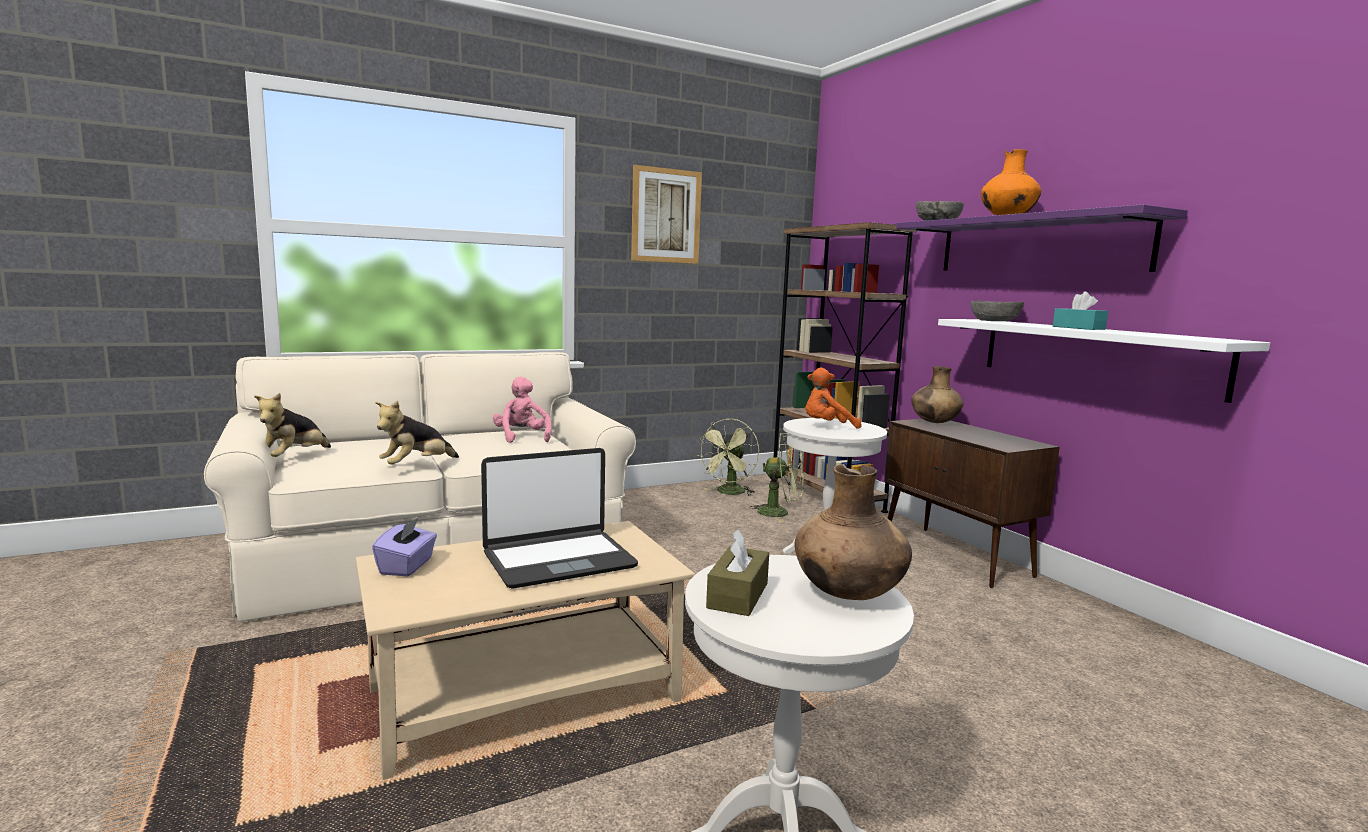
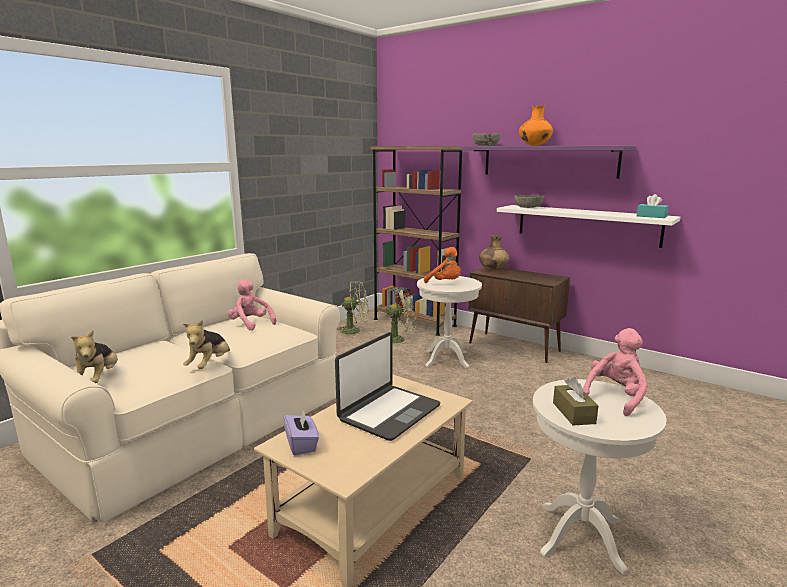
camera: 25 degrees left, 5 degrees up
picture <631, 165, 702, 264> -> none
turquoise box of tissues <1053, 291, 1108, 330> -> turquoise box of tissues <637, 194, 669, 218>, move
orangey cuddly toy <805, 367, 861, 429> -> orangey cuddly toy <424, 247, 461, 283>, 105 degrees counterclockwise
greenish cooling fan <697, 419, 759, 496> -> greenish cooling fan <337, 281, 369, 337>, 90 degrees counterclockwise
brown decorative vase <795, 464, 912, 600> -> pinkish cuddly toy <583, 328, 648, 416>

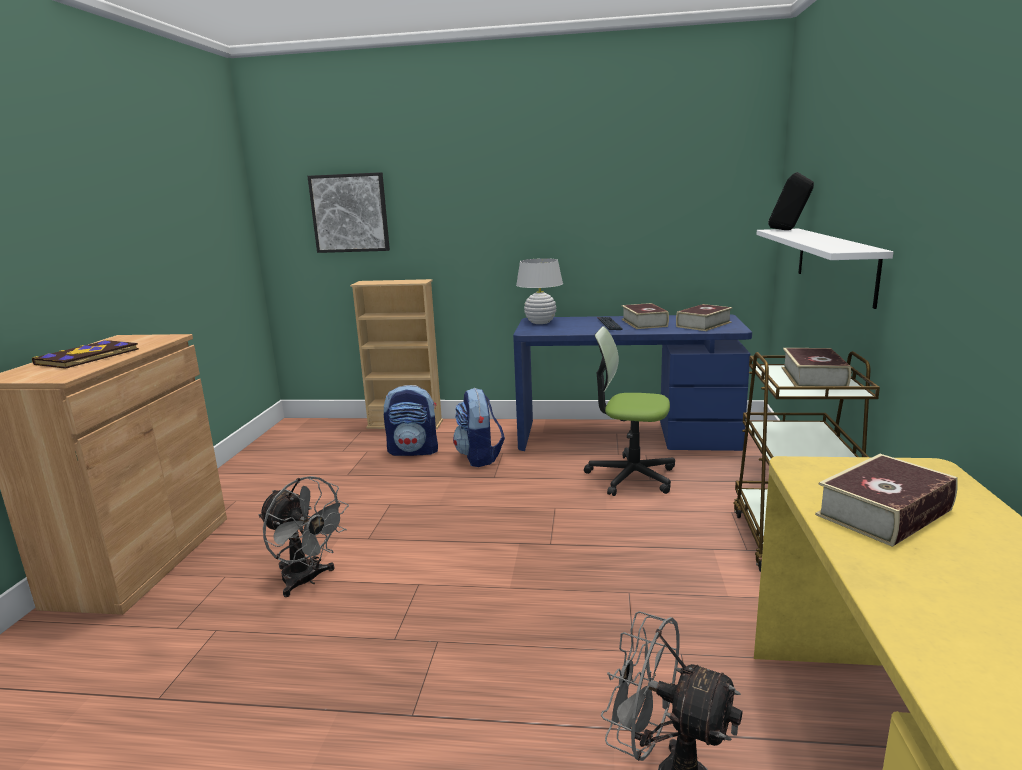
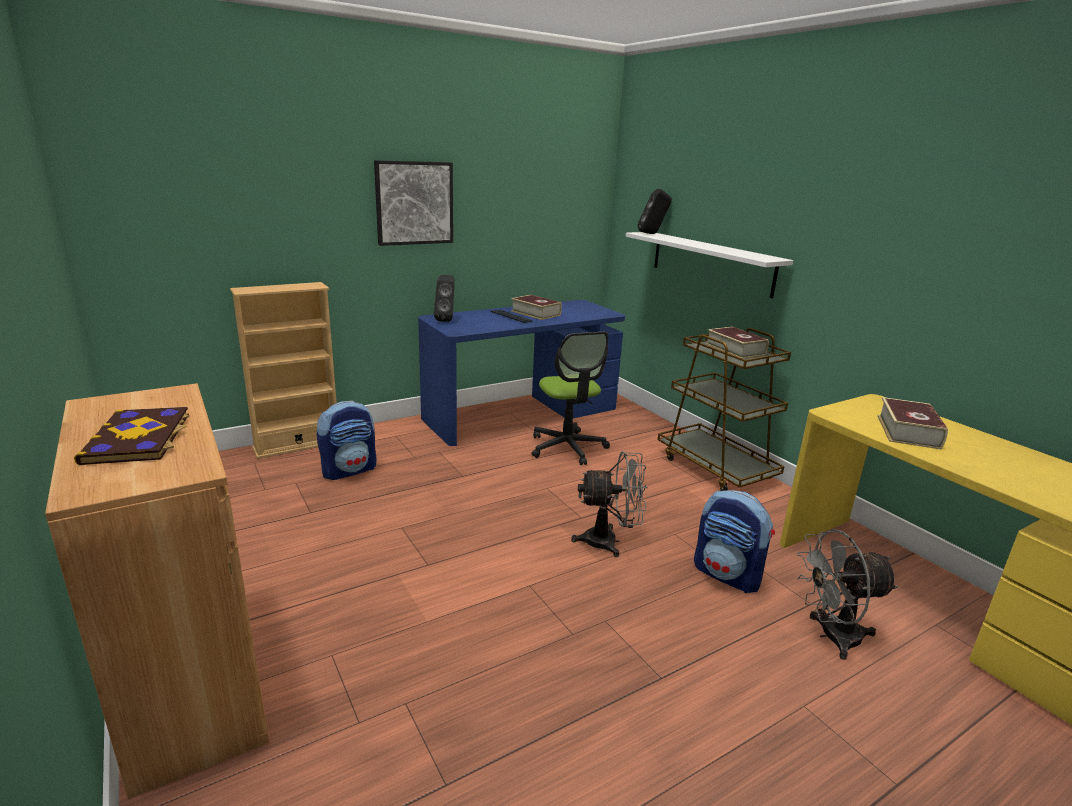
camera: 40 degrees left, 5 degrees up
picture <308, 172, 390, 253> -> picture <374, 160, 453, 246>, move
white-coloured table lamp <516, 258, 563, 324> -> black speaker <434, 275, 455, 322>
book <676, 304, 732, 331> -> none
desk chair <584, 326, 675, 496> -> desk chair <531, 332, 610, 465>, 90 degrees counterclockwise
rucksack <453, 388, 505, 467> -> rucksack <694, 490, 775, 593>, move
greyish cooling fan <259, 476, 349, 597> -> greyish cooling fan <571, 451, 648, 557>, move

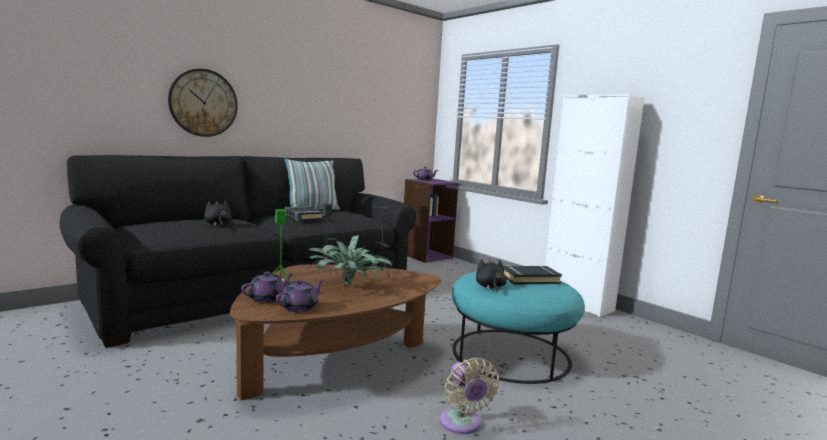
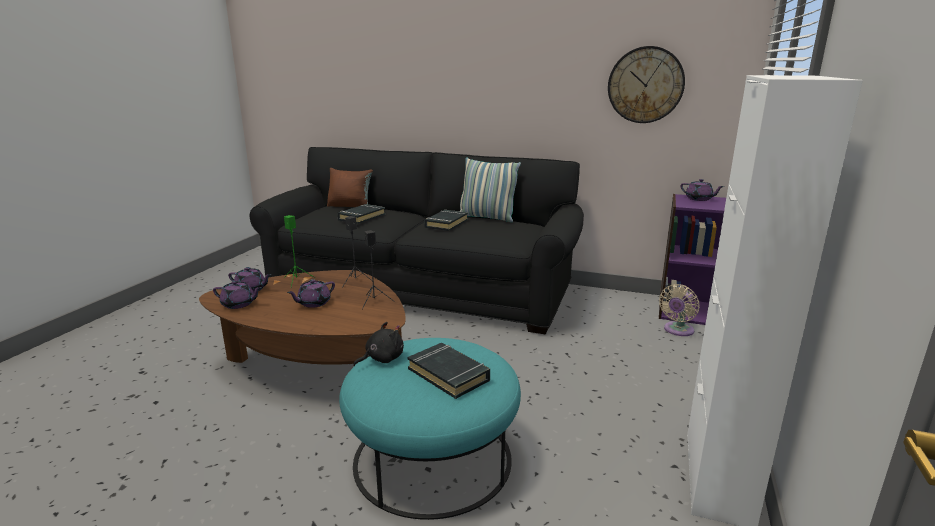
camera: 60 degrees right, 10 degrees up
clock on the wall <168, 69, 238, 137> -> clock on the wall <608, 46, 685, 123>, move
black cuddly toy <204, 201, 232, 227> -> black book <337, 204, 385, 224>
houseplant <308, 235, 392, 286> -> purplish teapot <287, 279, 335, 308>
sand-coloured cooling fan <440, 358, 499, 434> -> sand-coloured cooling fan <659, 284, 699, 336>, move
none -> brown throw pillow <327, 168, 373, 207>

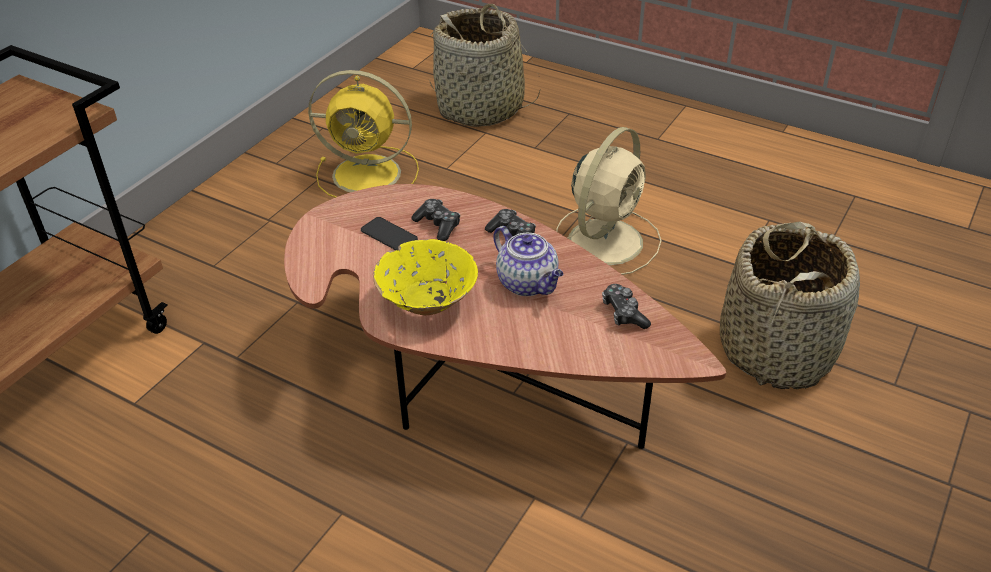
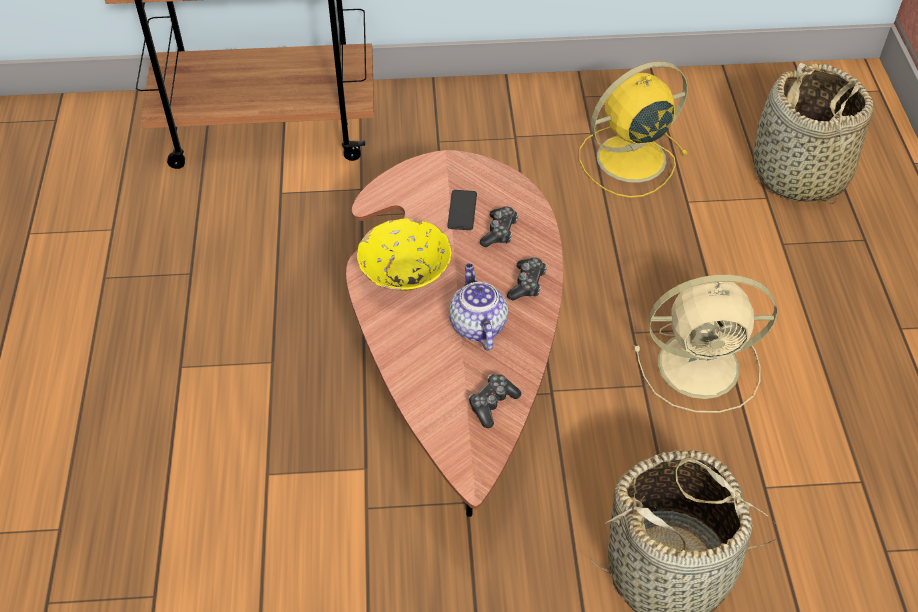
camera: 55 degrees right, 10 degrees up
yellowish cooling fan <308, 70, 419, 198> -> yellowish cooling fan <579, 61, 688, 198>, 90 degrees clockwise
teapot <493, 226, 563, 296> -> teapot <449, 263, 508, 350>, 150 degrees clockwise

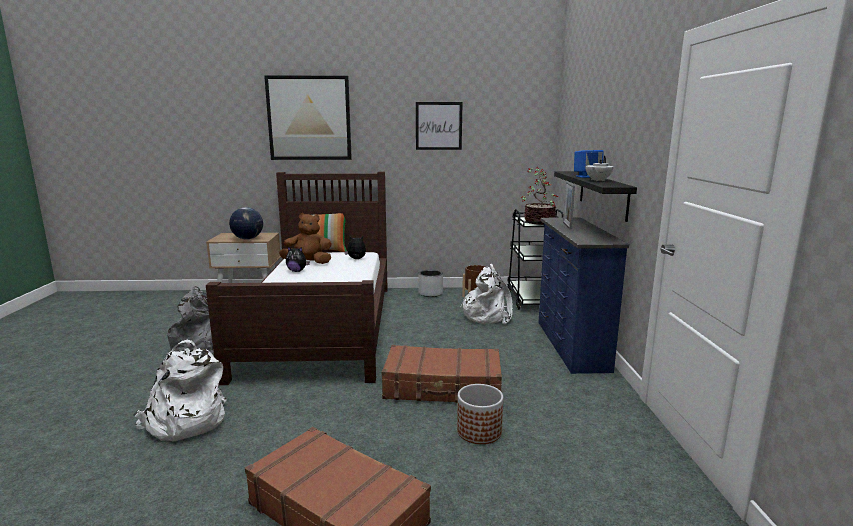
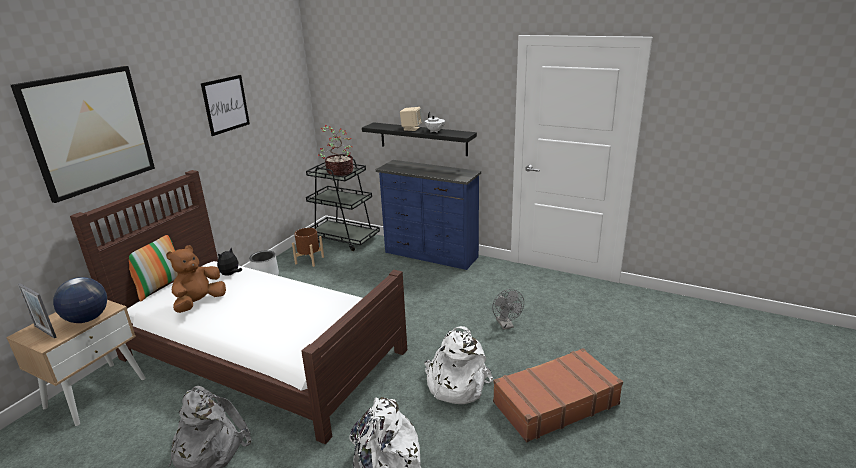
camera: 60 degrees left, 10 degrees up
blue-coloured speaker <574, 150, 604, 178> -> sand-coloured speaker <400, 107, 422, 131>
standing frame <563, 181, 575, 230> -> standing frame <18, 283, 57, 339>, move
cuddly toy <286, 246, 310, 272> -> none
white-coloured rucksack <460, 264, 513, 324> -> white-coloured rucksack <424, 326, 493, 404>, move
brown travel case <381, 345, 502, 403> -> none
plant pot <457, 384, 503, 444> -> greyish cooling fan <492, 289, 524, 330>

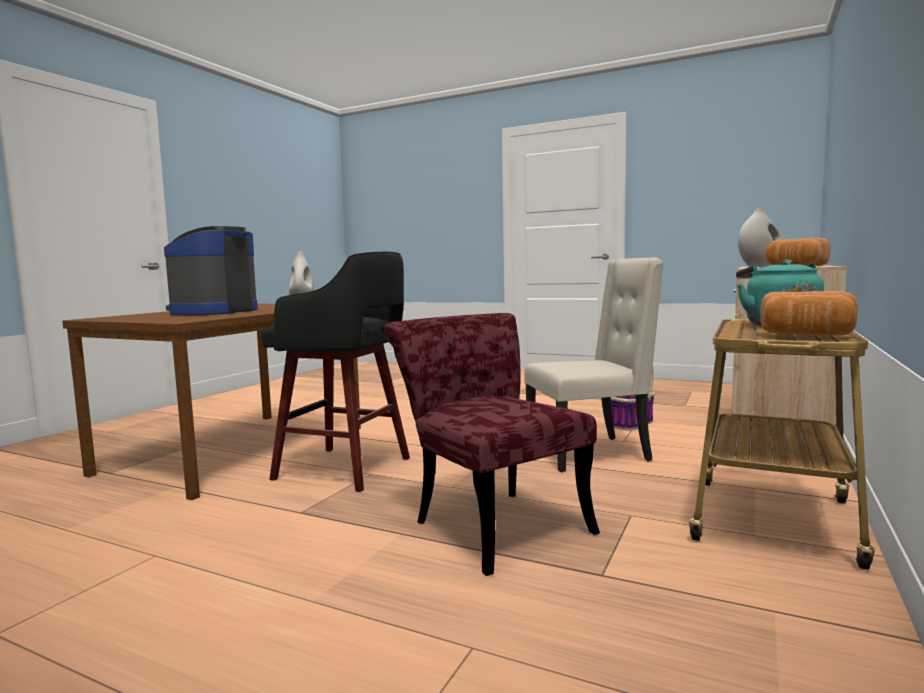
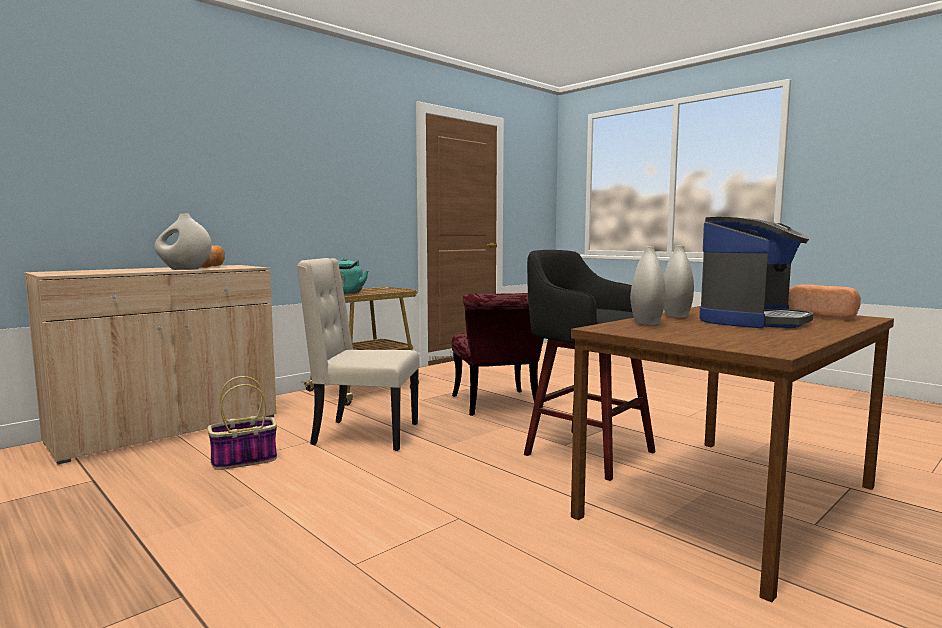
camera: 160 degrees left, 0 degrees up
baked bread <760, 291, 858, 335> -> baked bread <788, 284, 861, 319>, move
none -> white-coloured decorative vase <664, 246, 694, 317>

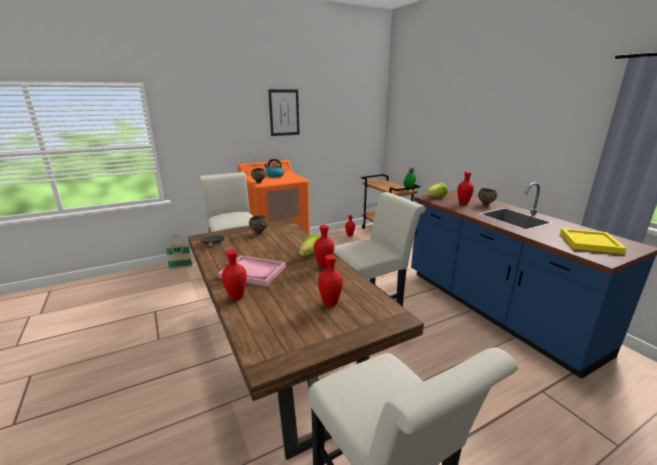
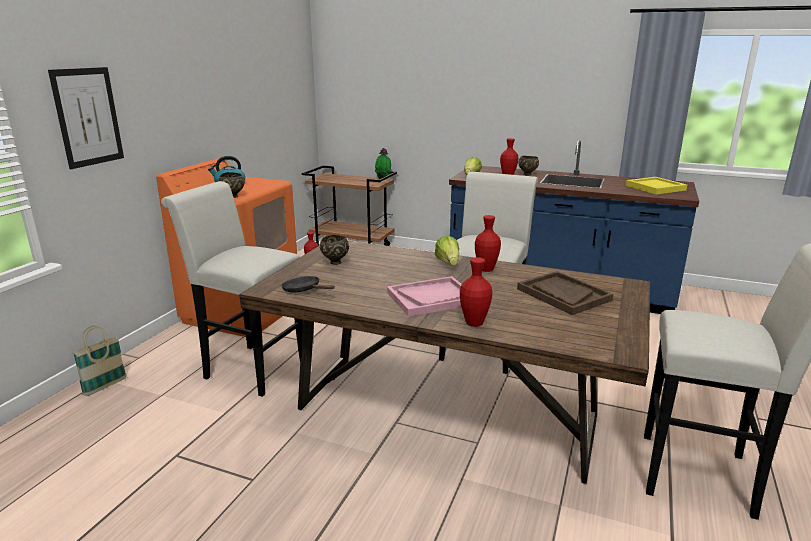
camera: 40 degrees left, 0 degrees up
picture <268, 89, 300, 136> -> picture <48, 67, 124, 169>, move
red-coloured decorative vase <318, 255, 343, 307> -> brown carrying tray <517, 271, 613, 315>

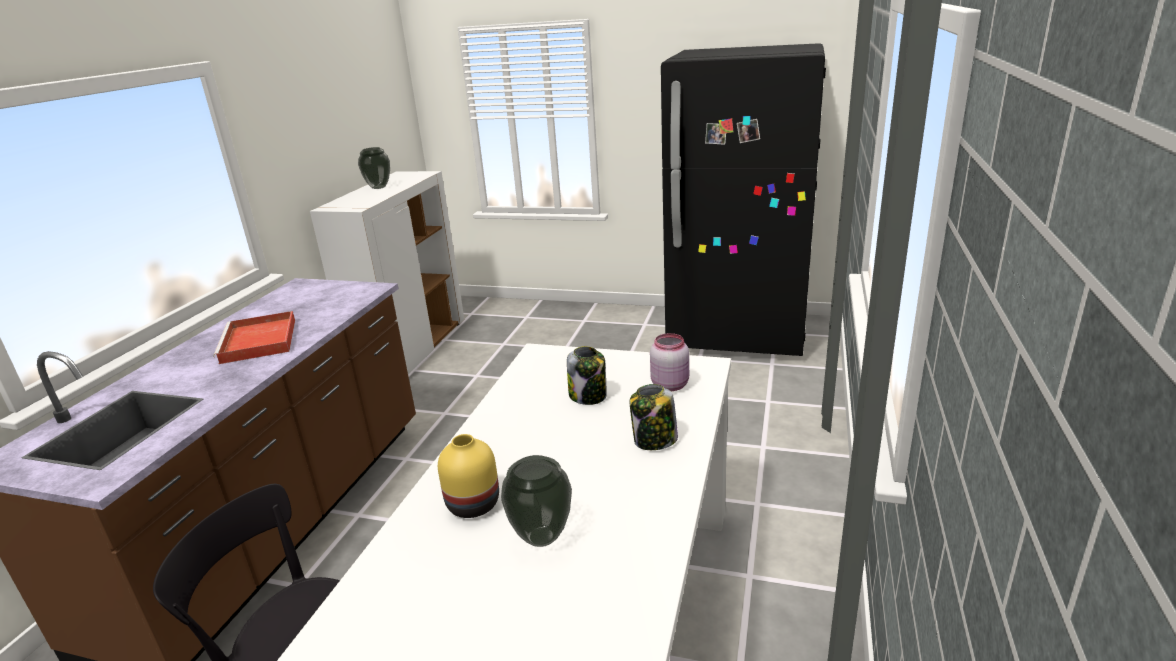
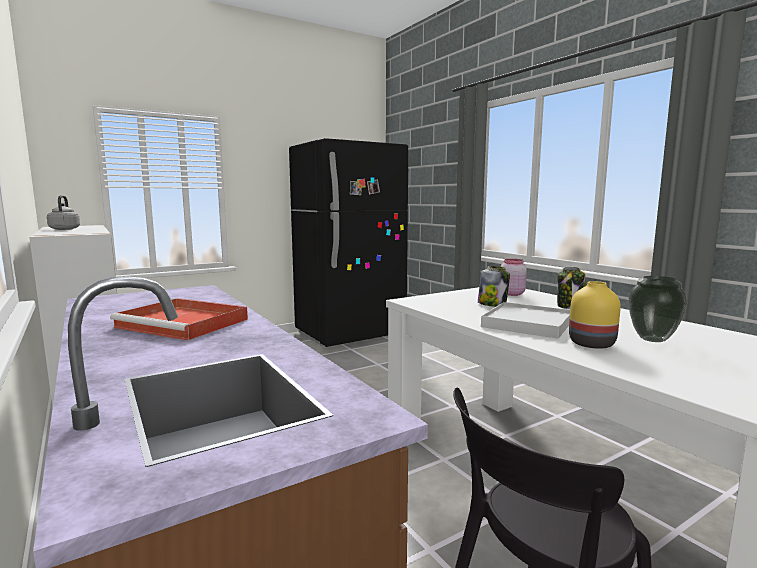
camera: 50 degrees left, 15 degrees down
decorative vase <358, 147, 390, 189> -> greyish water kettle <47, 195, 80, 230>
none -> white-coloured carrying tray <481, 302, 570, 339>

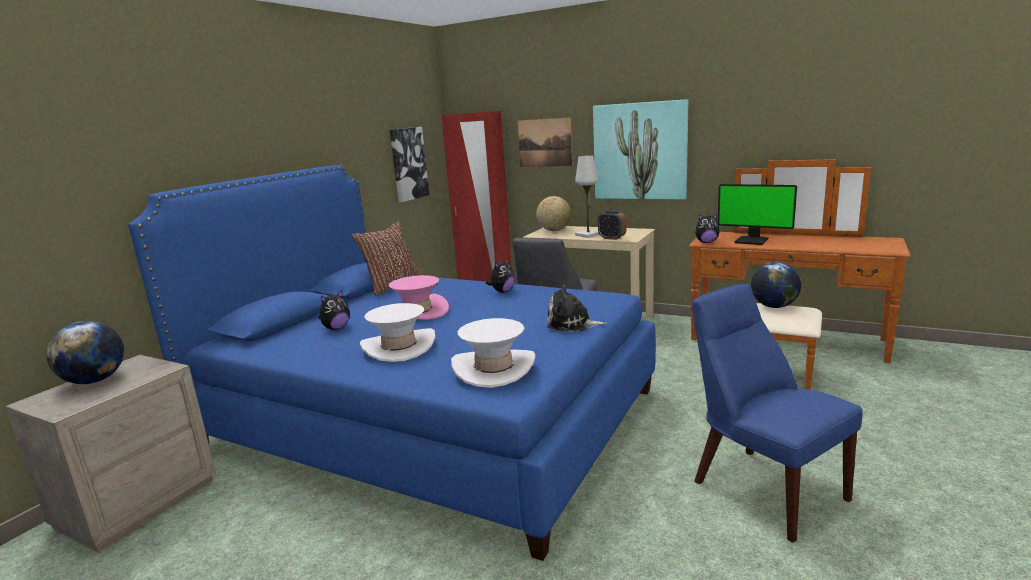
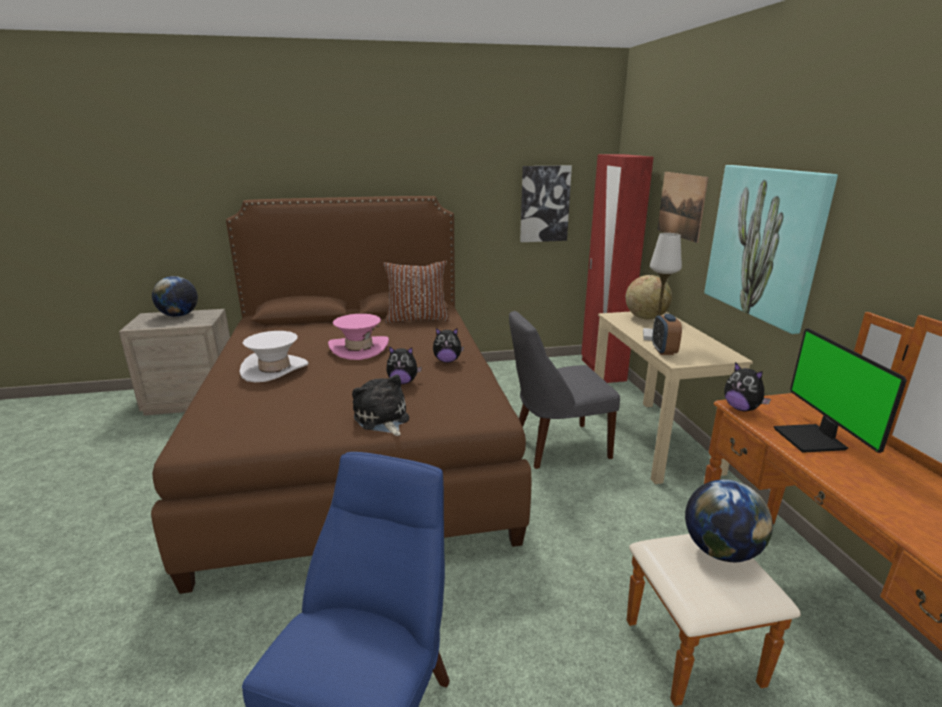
camera: 50 degrees right, 5 degrees up
blue-coloured bed <128, 165, 656, 561> -> brown bed <151, 196, 531, 594>
cuddly toy <319, 290, 350, 330> -> cuddly toy <386, 346, 422, 384>, move
white-coloured wearable hat <451, 318, 536, 388> -> none

